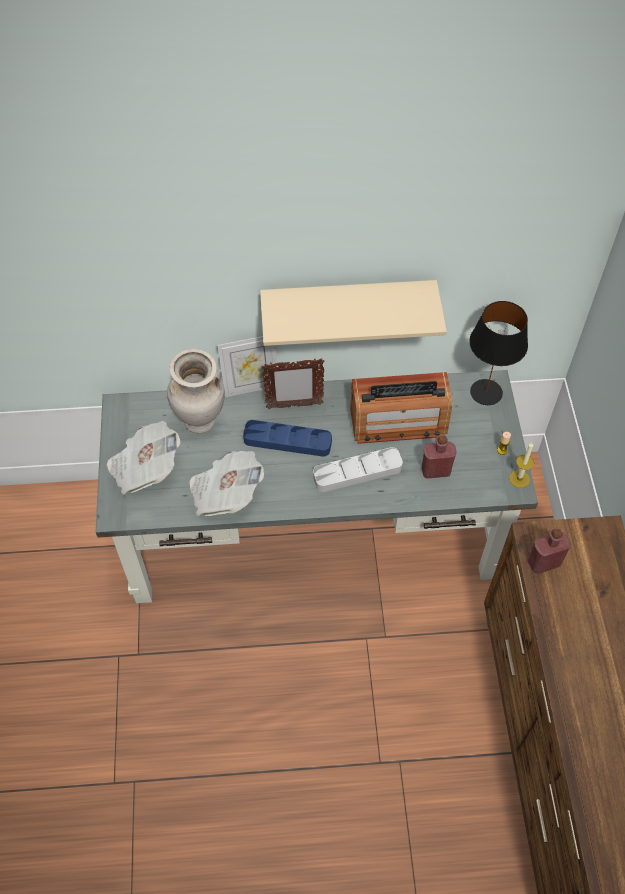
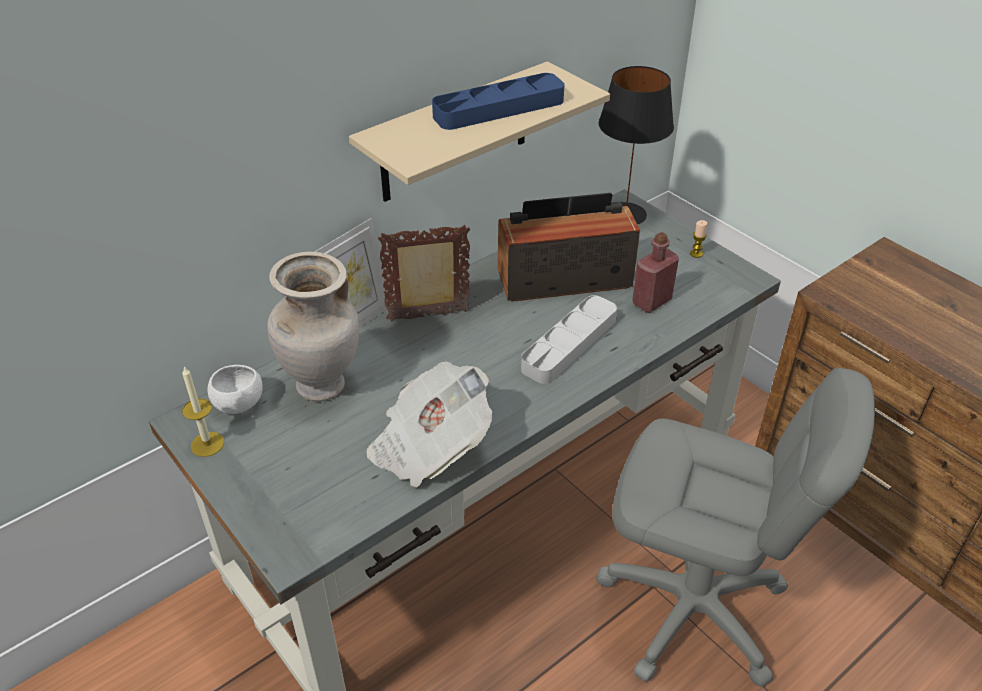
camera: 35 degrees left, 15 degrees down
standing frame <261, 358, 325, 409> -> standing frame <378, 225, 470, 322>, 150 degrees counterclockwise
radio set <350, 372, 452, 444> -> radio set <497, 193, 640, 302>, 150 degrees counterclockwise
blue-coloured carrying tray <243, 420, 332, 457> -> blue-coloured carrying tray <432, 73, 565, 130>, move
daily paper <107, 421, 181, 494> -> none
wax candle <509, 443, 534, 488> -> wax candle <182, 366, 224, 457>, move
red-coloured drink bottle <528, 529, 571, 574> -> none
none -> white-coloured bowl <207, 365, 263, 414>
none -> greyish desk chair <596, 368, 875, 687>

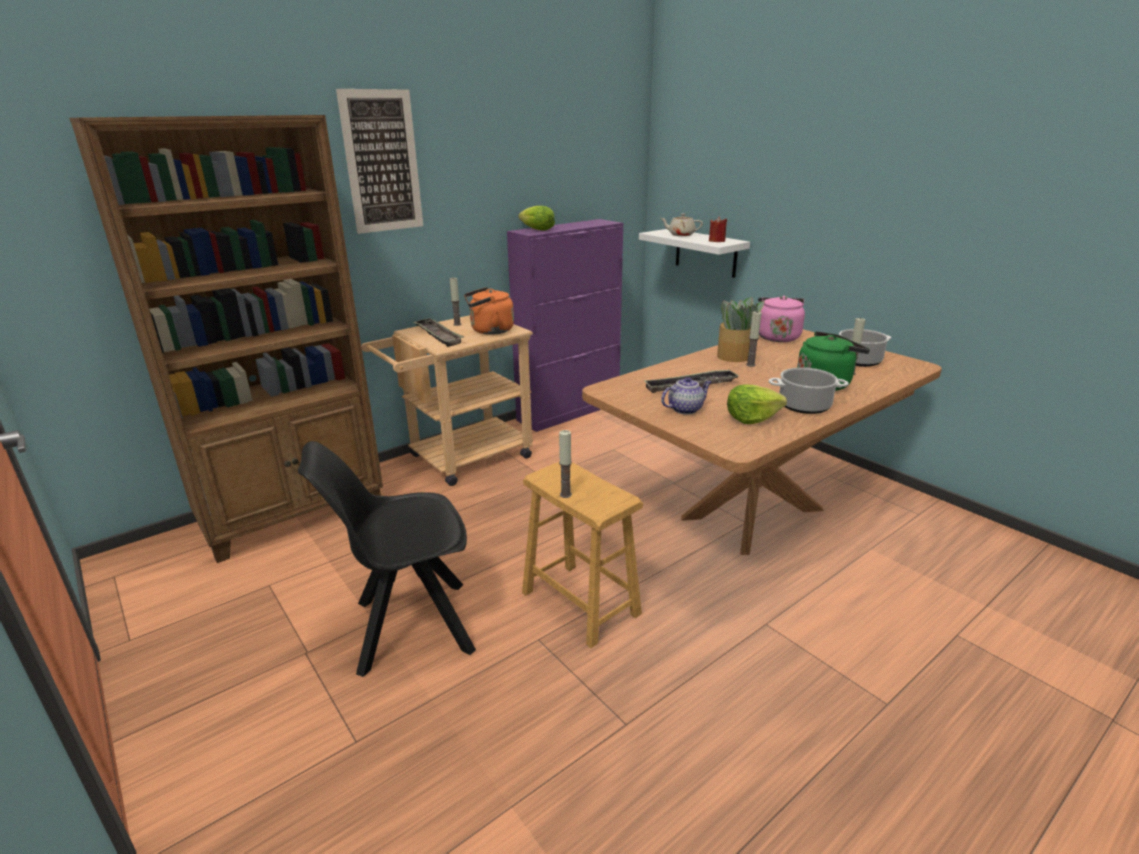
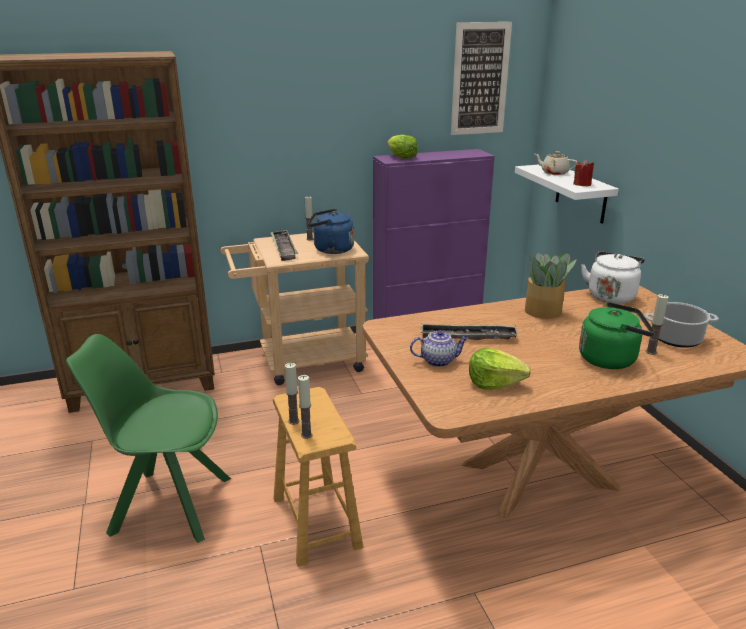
camera: 20 degrees right, 0 degrees up
picture <336, 89, 423, 234> -> picture <451, 22, 512, 135>, move
orangey water kettle <464, 287, 514, 335> -> blue-coloured water kettle <308, 209, 354, 254>
pinkish water kettle <758, 296, 805, 342> -> white-coloured water kettle <581, 251, 645, 304>
wax candle <746, 311, 761, 367> -> wax candle <298, 375, 313, 439>, move
stockpot <768, 367, 849, 414> -> none
black plain chair <298, 441, 476, 677> -> greenish plain chair <66, 334, 231, 543>

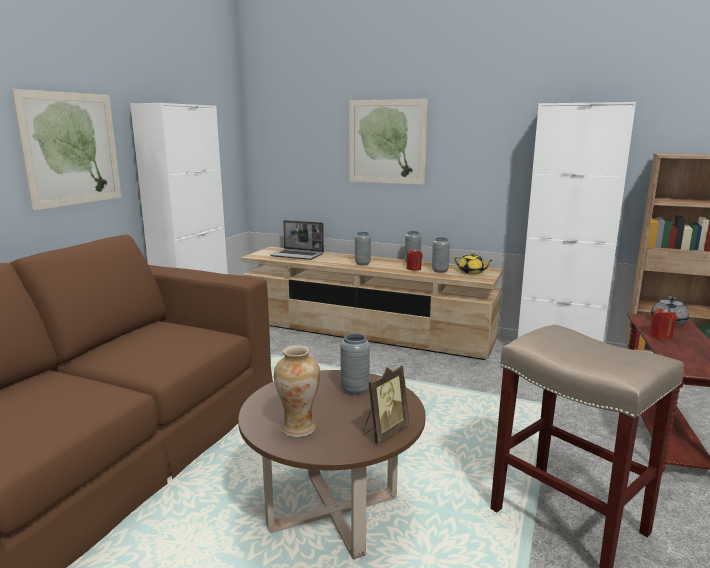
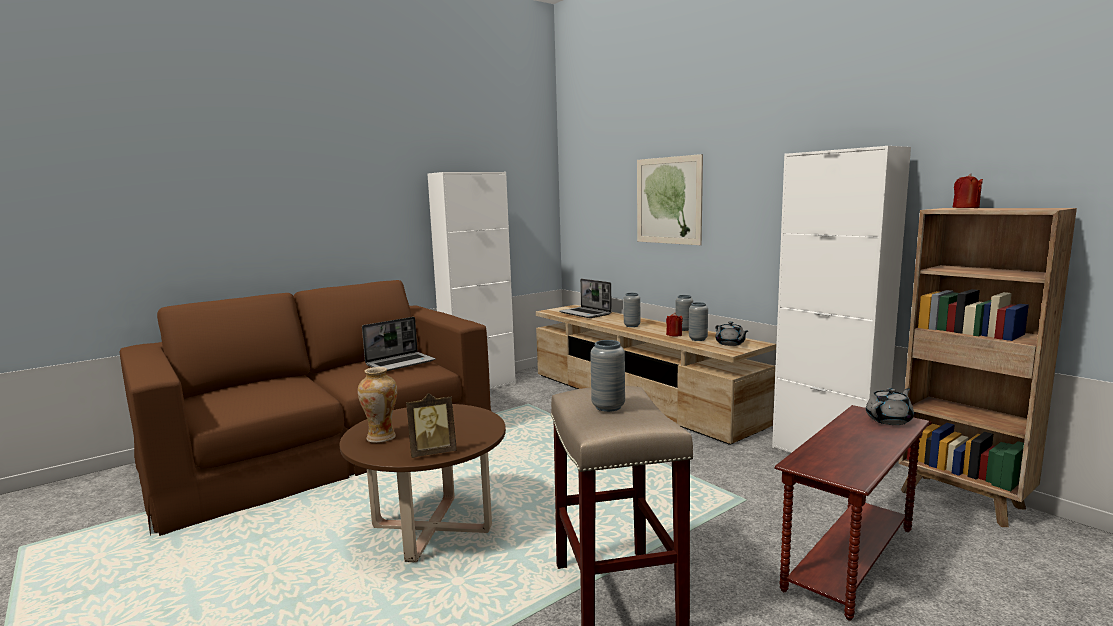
camera: 30 degrees right, 5 degrees down
picture <12, 89, 121, 211> -> none
yellowish teapot <454, 253, 492, 274> -> greyish teapot <715, 321, 748, 346>
red-coloured wax candle <649, 308, 677, 340> -> red-coloured wax candle <952, 174, 983, 208>, move
greyish decorative vase <340, 334, 370, 395> -> greyish decorative vase <590, 340, 625, 412>, move
none -> notebook computer <362, 317, 436, 371>

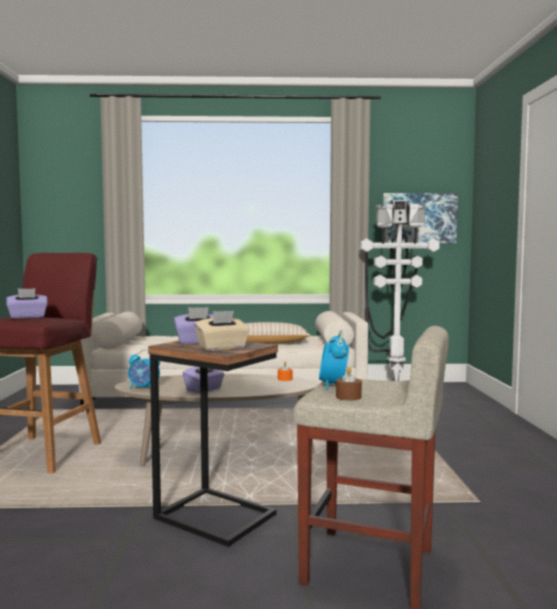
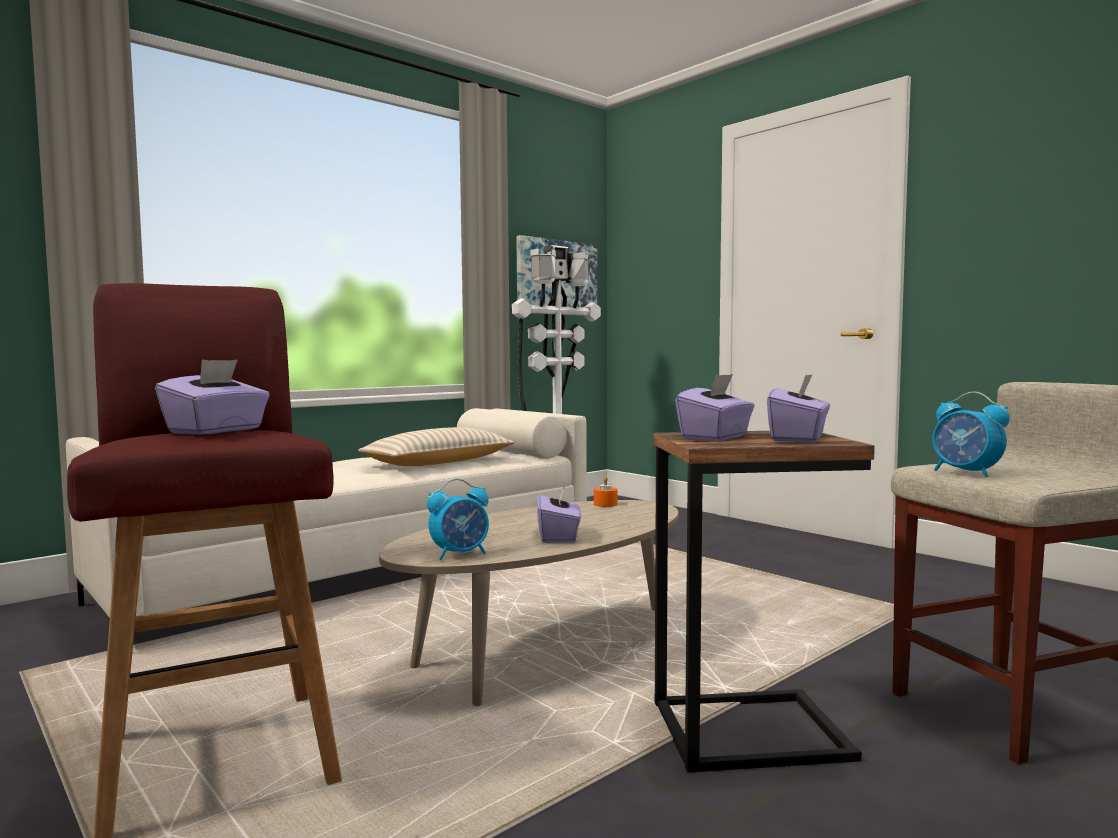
camera: 40 degrees left, 0 degrees up
sand-coloured box of tissues <194, 311, 250, 351> -> purplish box of tissues <767, 374, 830, 443>
brown wax candle <336, 367, 362, 400> -> none

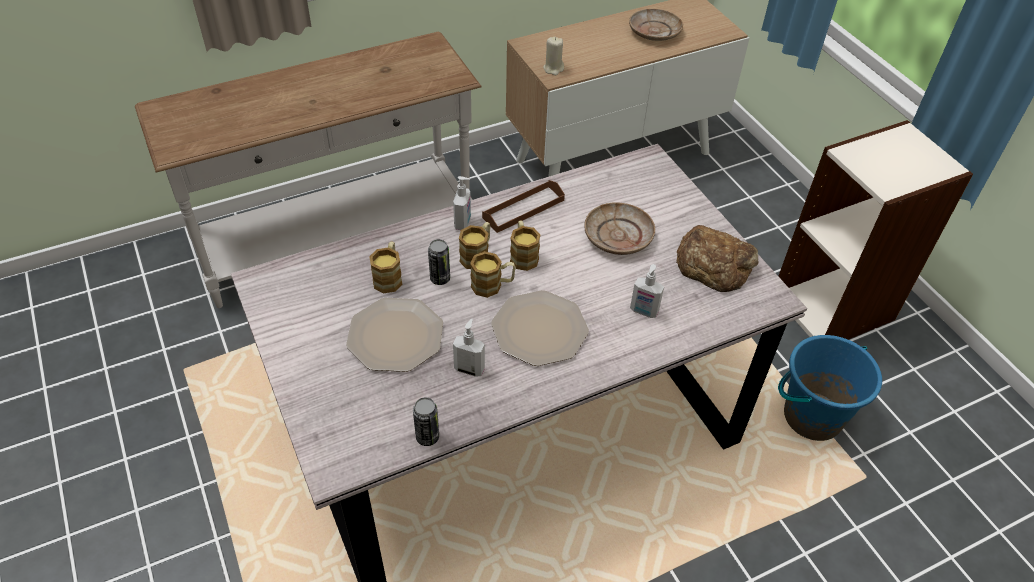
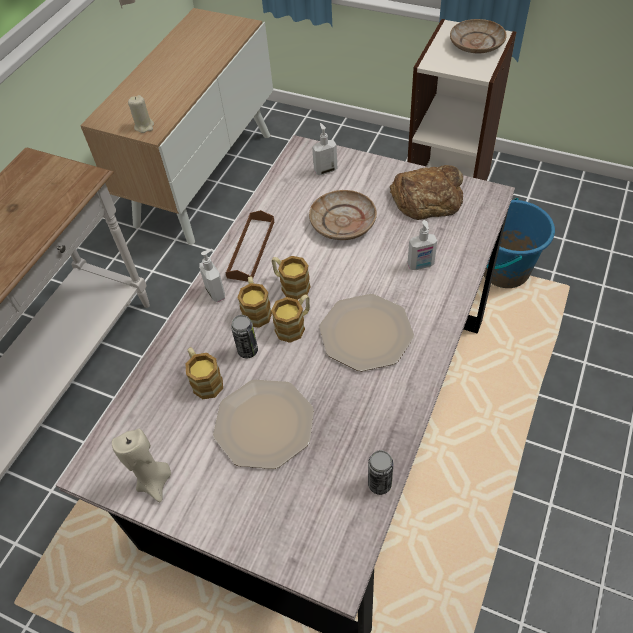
camera: 35 degrees left, 5 degrees up
sand-coloured dinner plate <629, 9, 683, 41> -> sand-coloured dinner plate <450, 19, 507, 54>, move
soap dispenser <453, 318, 485, 377> -> soap dispenser <312, 123, 337, 175>, move
none -> sand-coloured wax candle <112, 429, 171, 502>

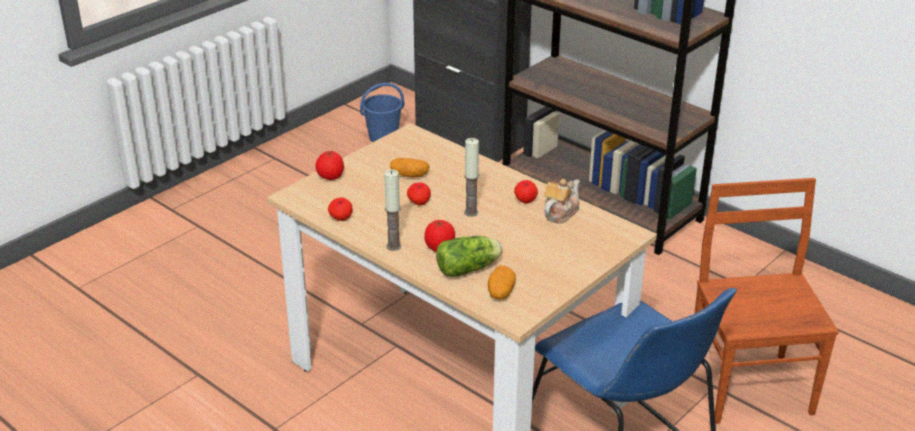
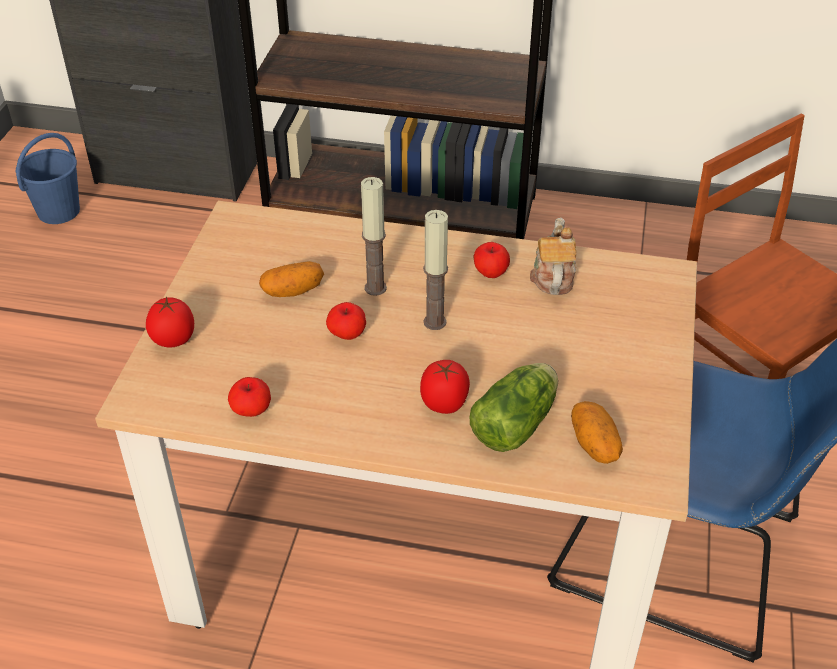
camera: 30 degrees left, 10 degrees up
wax candle <384, 170, 401, 251> -> wax candle <361, 177, 387, 296>, move

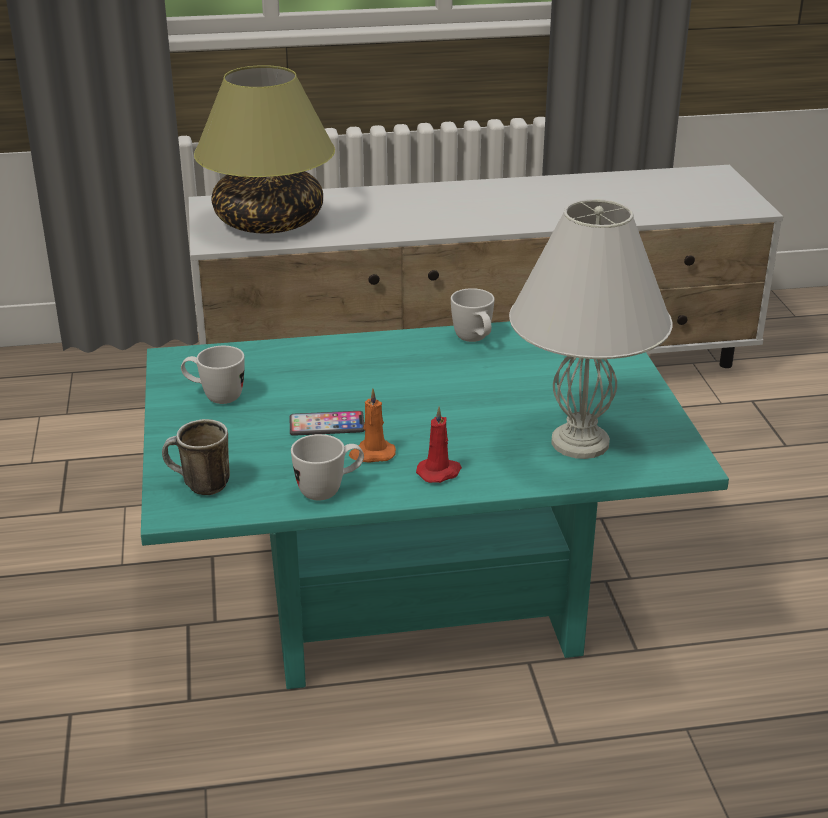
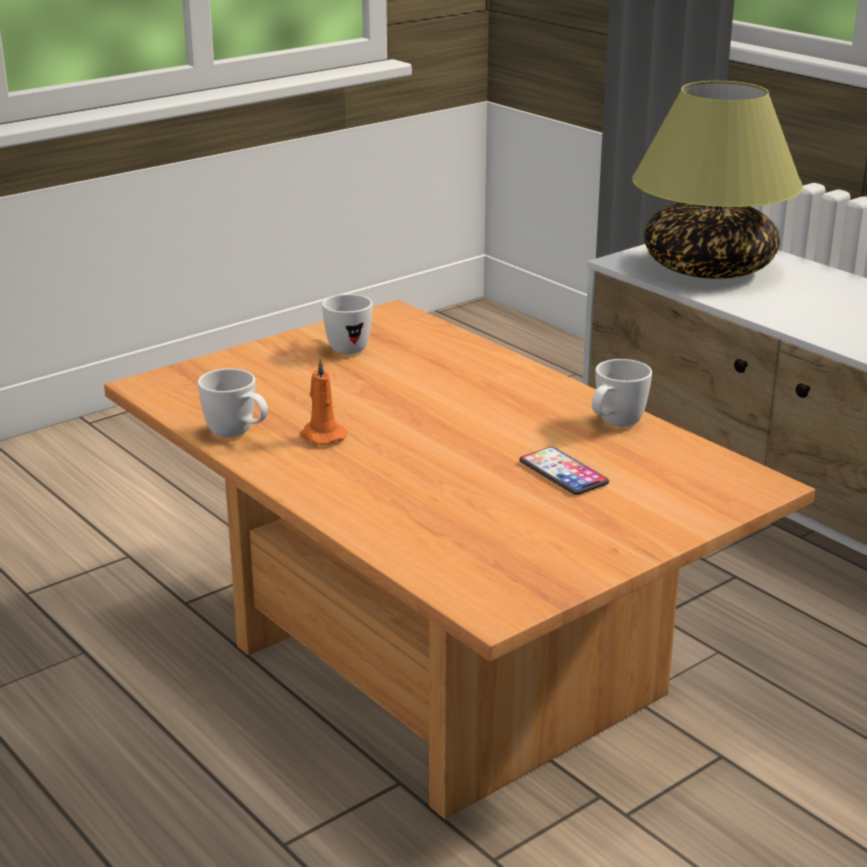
camera: 60 degrees right, 5 degrees down
white-coloured table lamp <509, 199, 673, 459> -> none
turquoise coffee table <141, 321, 729, 689> -> brown coffee table <104, 300, 815, 819>
red-coloured wax candle <416, 406, 462, 483> -> none
telephone <290, 411, 365, 436> -> telephone <519, 447, 609, 495>, move
coffee mug <162, 419, 230, 495> -> none

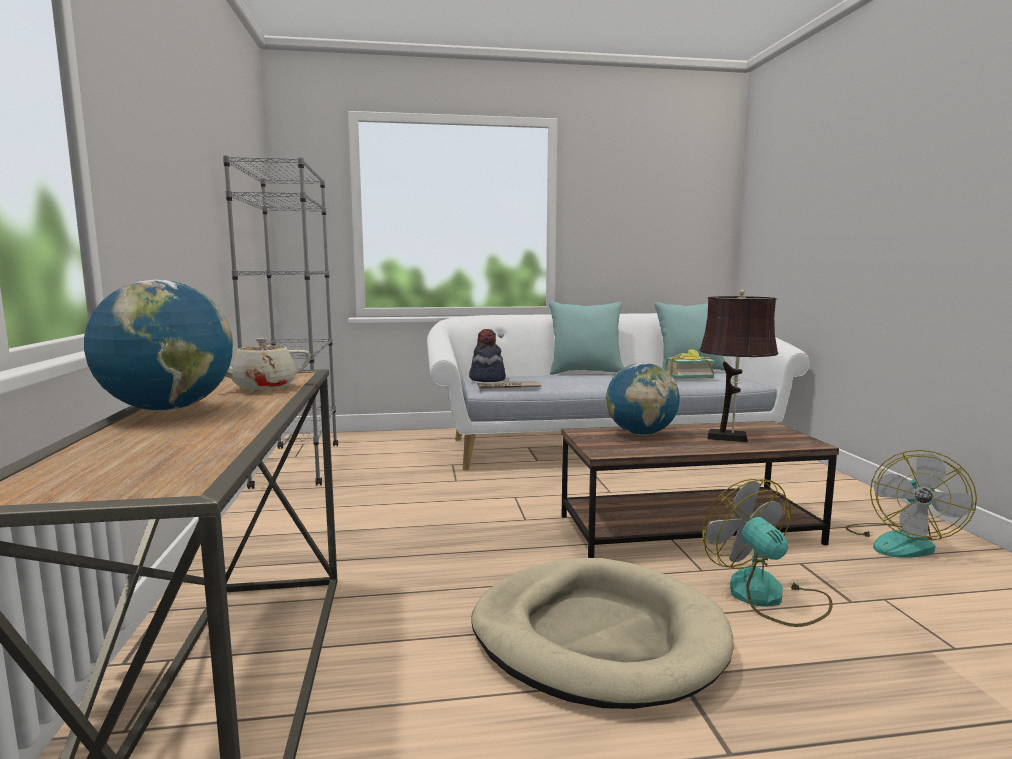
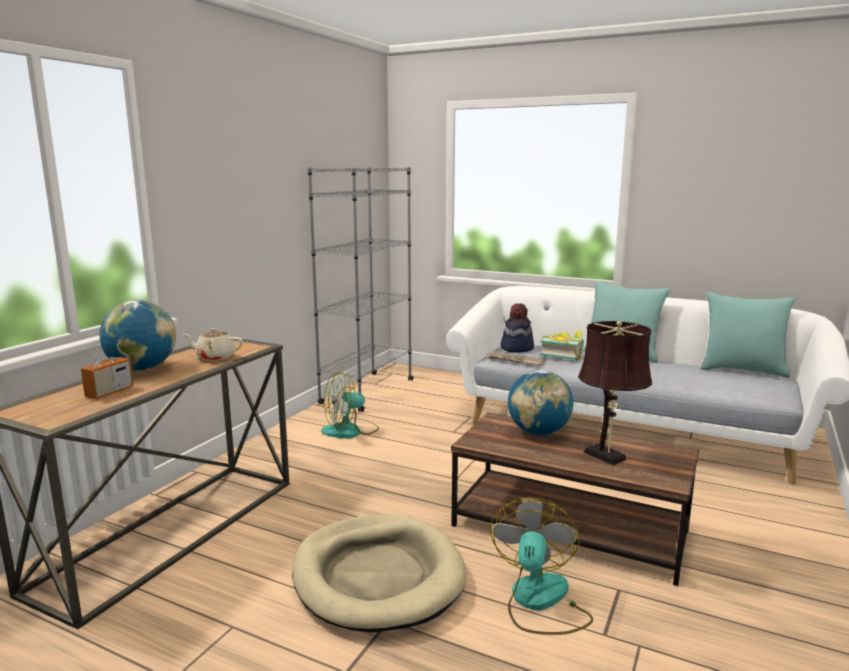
camera: 35 degrees right, 5 degrees up
book <665, 349, 715, 378> -> book <540, 329, 584, 361>, move
cooling fan <845, 450, 977, 558> -> cooling fan <321, 372, 379, 438>, move
none -> radio set <81, 328, 134, 399>

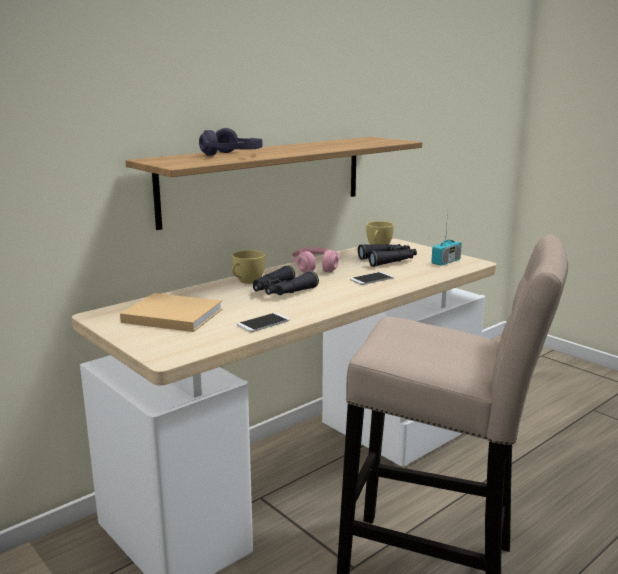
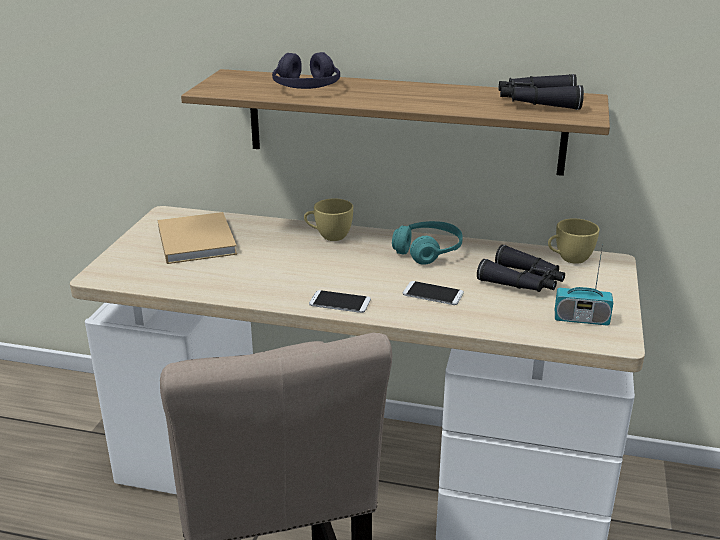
camera: 55 degrees right, 10 degrees up
pinkish headphones <291, 247, 339, 273> -> turquoise headphones <392, 221, 463, 265>
black field glasses <253, 265, 319, 295> -> black field glasses <499, 74, 584, 110>, move
telephone <237, 313, 290, 332> -> telephone <309, 290, 371, 313>, move

